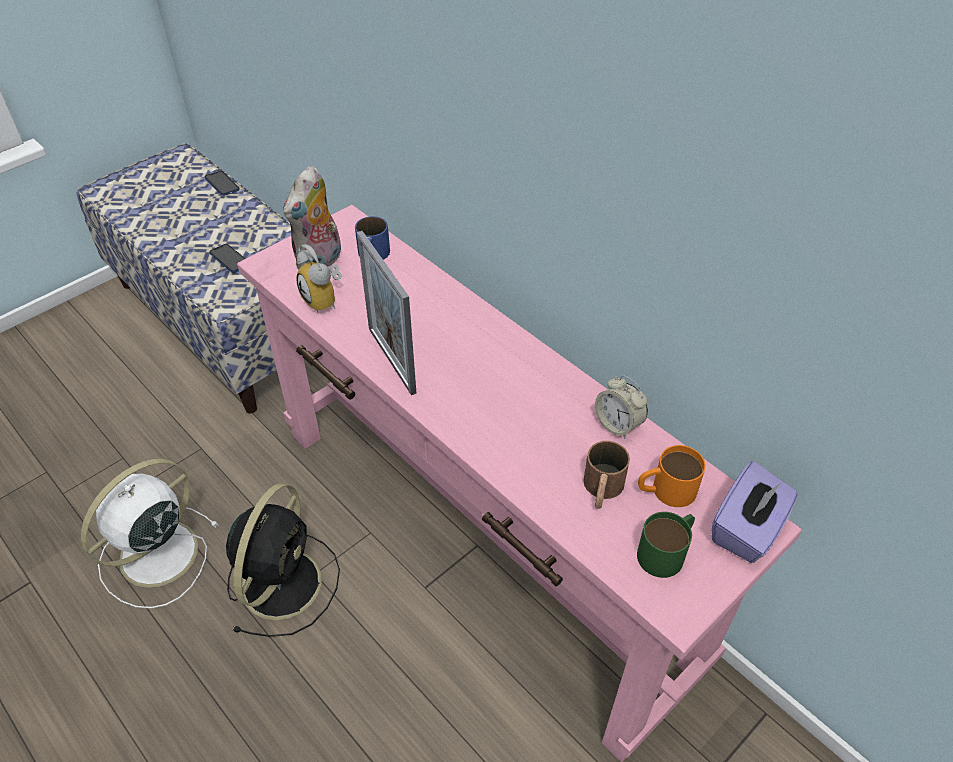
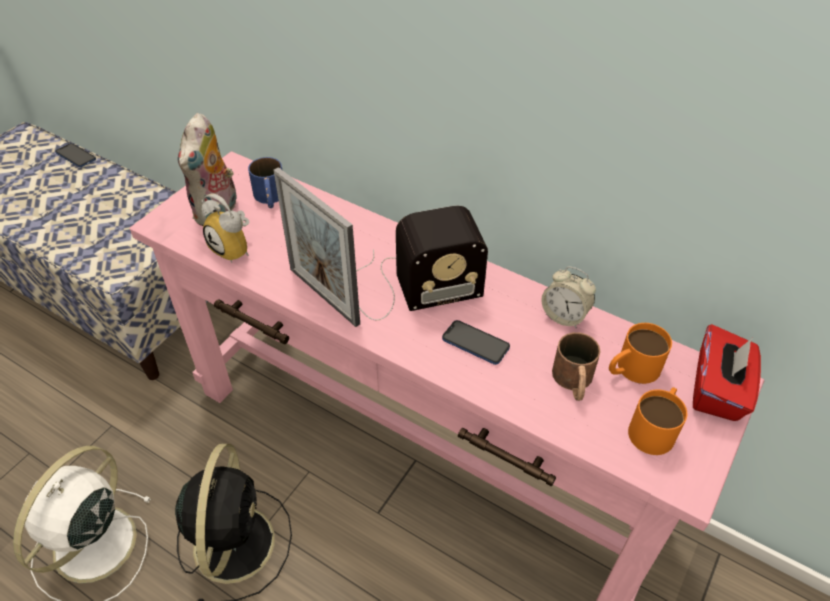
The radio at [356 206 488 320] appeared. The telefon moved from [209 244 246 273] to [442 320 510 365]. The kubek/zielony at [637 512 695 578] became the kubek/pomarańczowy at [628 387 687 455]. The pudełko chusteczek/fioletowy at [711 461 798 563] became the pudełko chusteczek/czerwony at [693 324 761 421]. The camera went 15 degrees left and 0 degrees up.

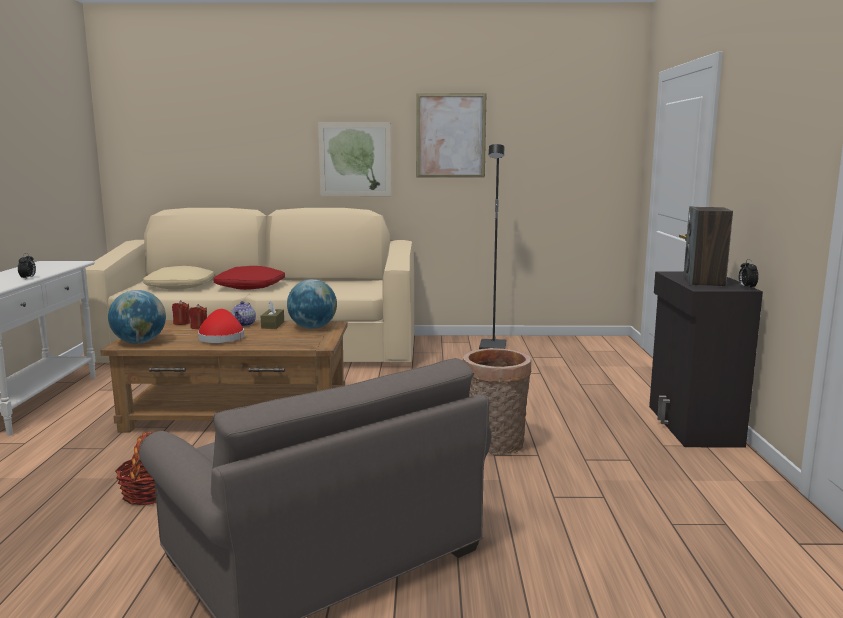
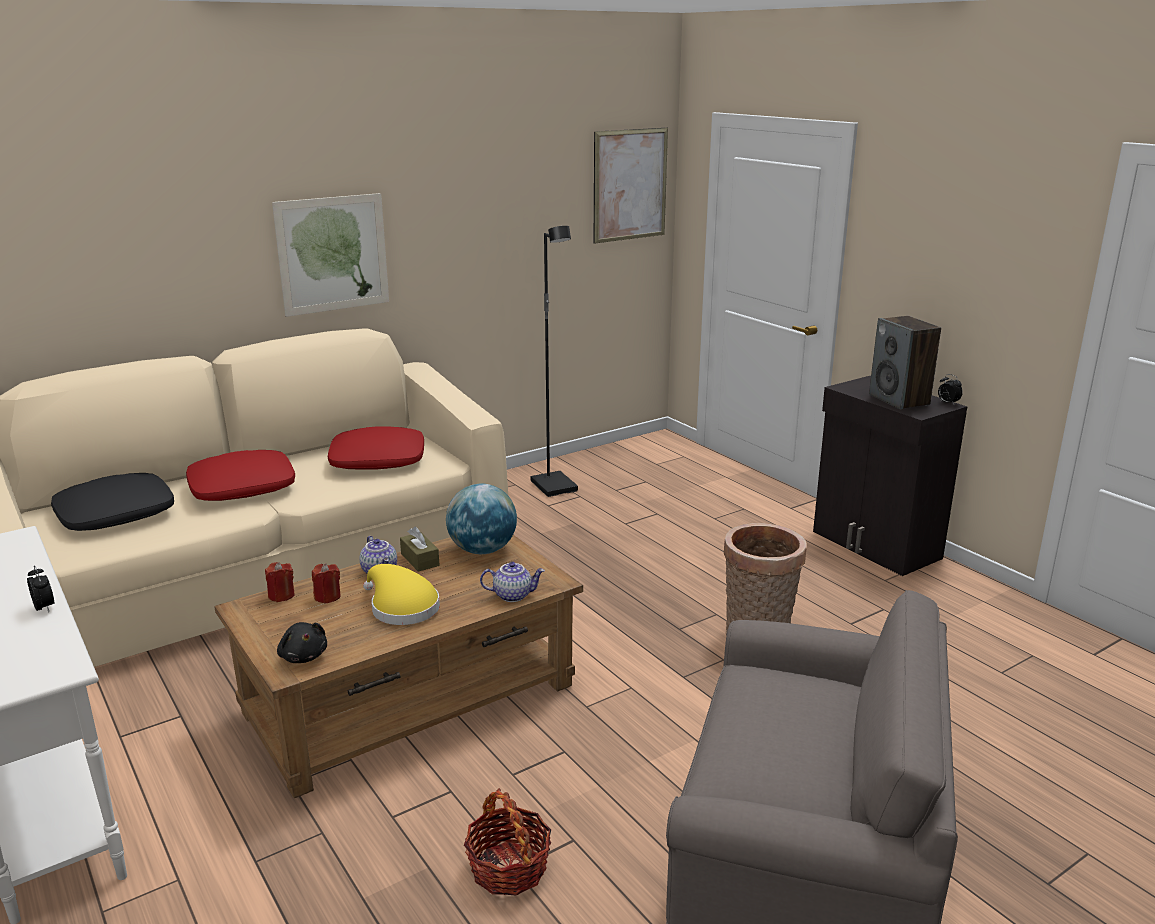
The poduszka/beżowy at [143 266 214 290] became the poduszka/czarny at [51 473 174 531]. The globus at [108 290 166 344] was replaced by the pluszak/czarny at [277 622 327 663]. The poduszka/czerwony at [328 426 424 470] appeared. The kapelusz/czerwony at [198 309 244 343] became the kapelusz/żółty at [363 564 440 625]. The imbryk at [480 562 545 602] appeared. The obraz moved from [416 93 486 178] to [594 128 668 244]. The camera went 35 degrees left and 10 degrees up.

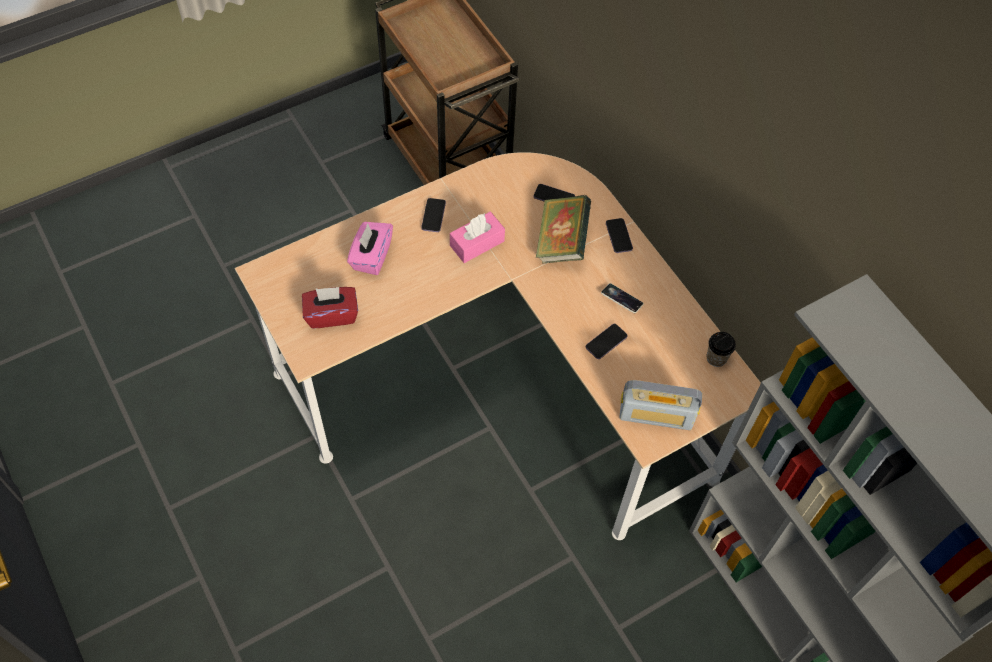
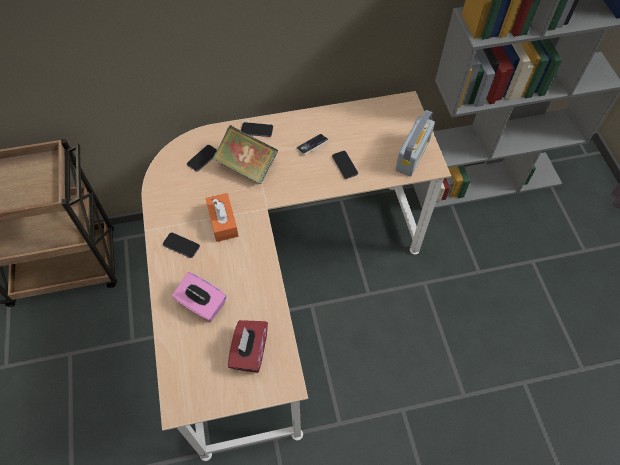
The pudełko chusteczek/różowy at [450 212 505 263] became the pudełko chusteczek/pomarańczowy at [206 193 238 242]. The filiżanka at [706 332 736 367] disappeared. The camera went 70 degrees left and 0 degrees up.

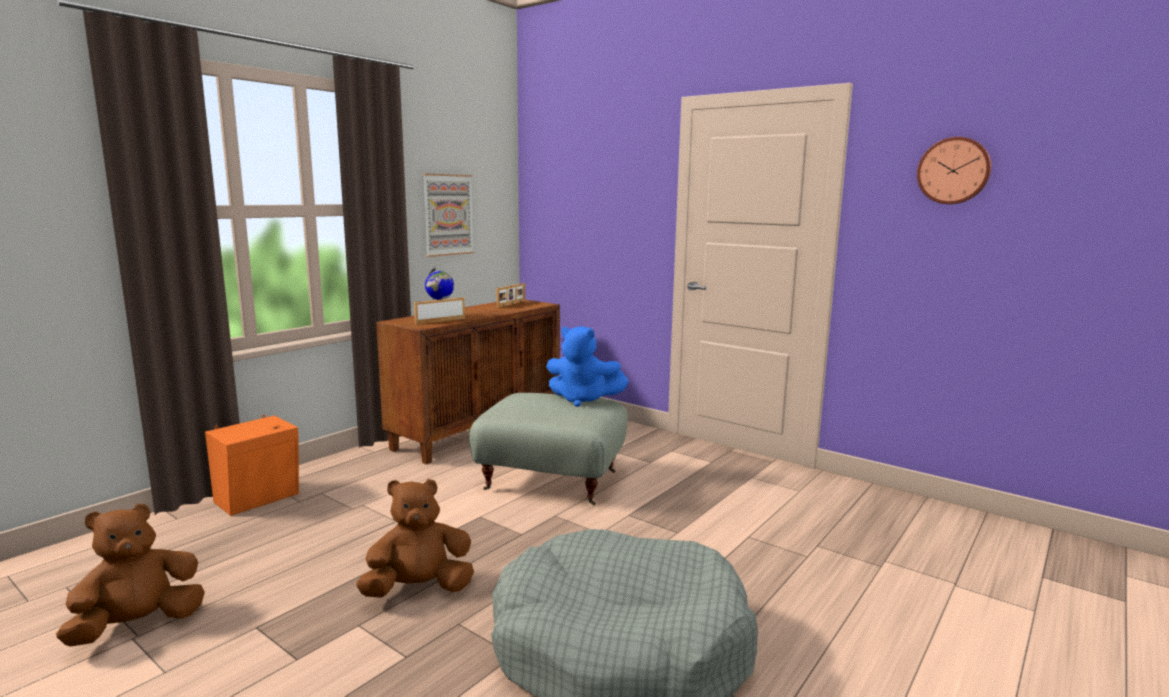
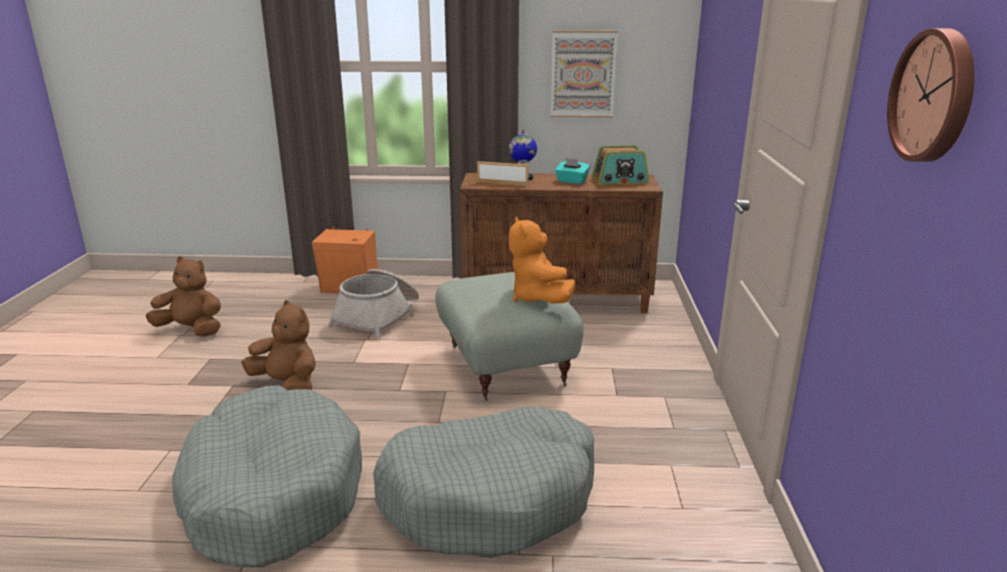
The koszyk at [328 269 419 339] appeared. The legowisko/szary at [373 407 594 558] appeared. The pluszak/niebieski at [546 326 629 407] became the pluszak/pomarańczowy at [509 217 575 304]. The pudełko chusteczek/turkusowy at [555 158 590 184] appeared. The ramka na zdjęcie at [496 283 525 308] was replaced by the radio at [592 145 649 185]. The camera went 55 degrees right and 10 degrees up.

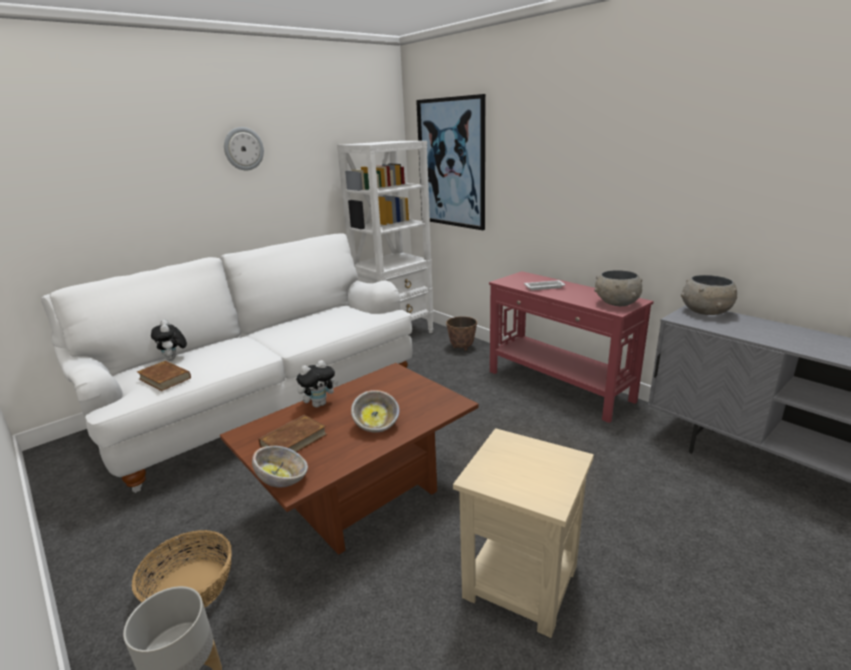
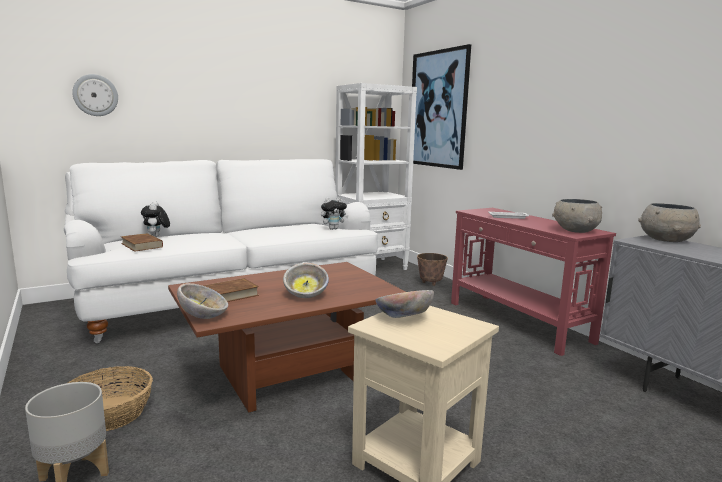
The zegar ścienny moved from [224 127 264 171] to [72 74 118 116]. The pluszak moved from [296 360 339 407] to [321 197 348 230]. The miska at [376 290 434 318] appeared. The camera went 10 degrees right and 10 degrees down.

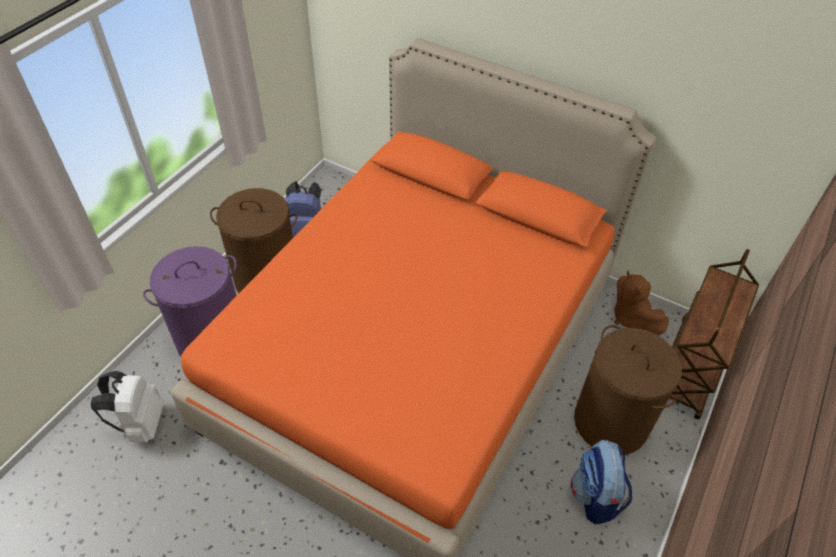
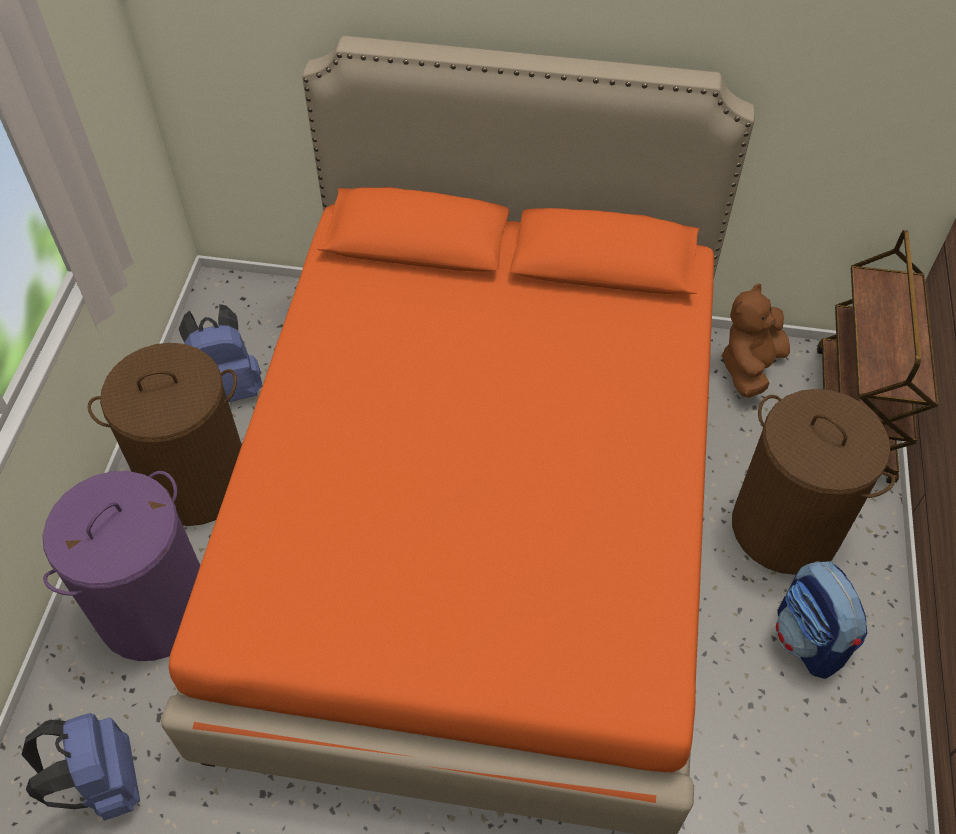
The plecak/biały at [90 371 164 442] became the plecak/niebieski at [22 713 140 821]. The pluszak/brązowy at [614 271 669 335] turned 75 degrees clockwise. The camera went 20 degrees left and 5 degrees up.

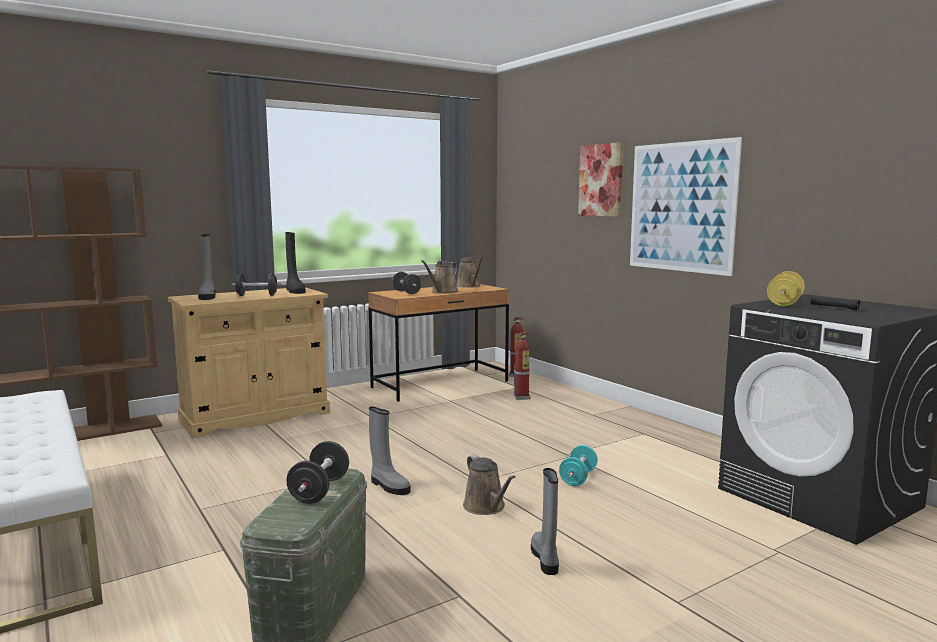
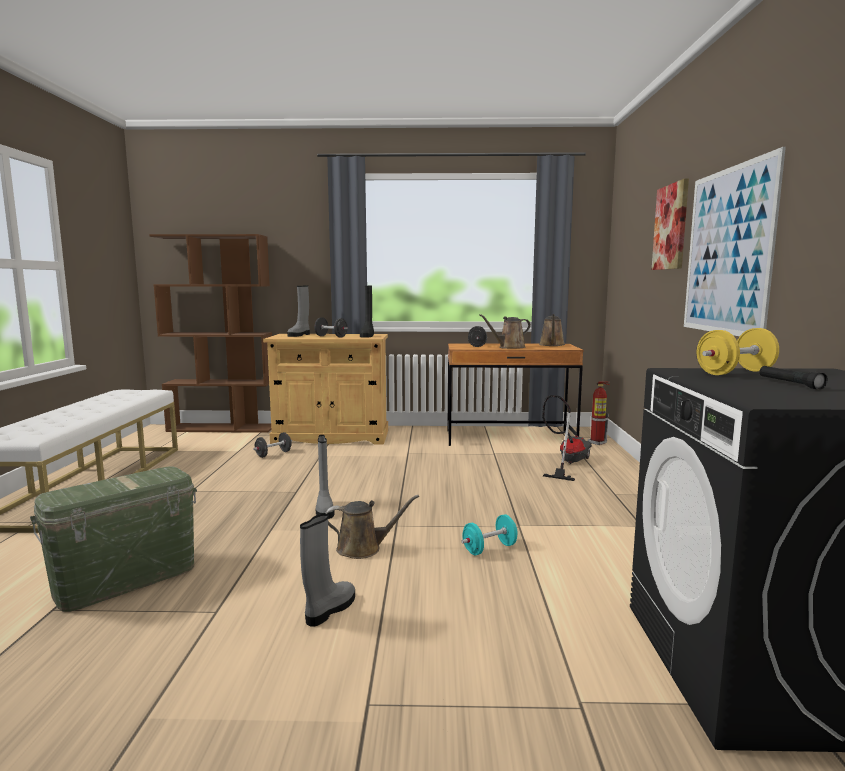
The hantel/czarny moved from [286 441 349 504] to [253 432 292 458]. The konewka/brązowy at [463 455 515 515] turned 105 degrees counterclockwise. The gaśnica at [513 331 531 400] was replaced by the odkurzacz at [542 395 592 481]. The camera went 35 degrees right and 0 degrees up.

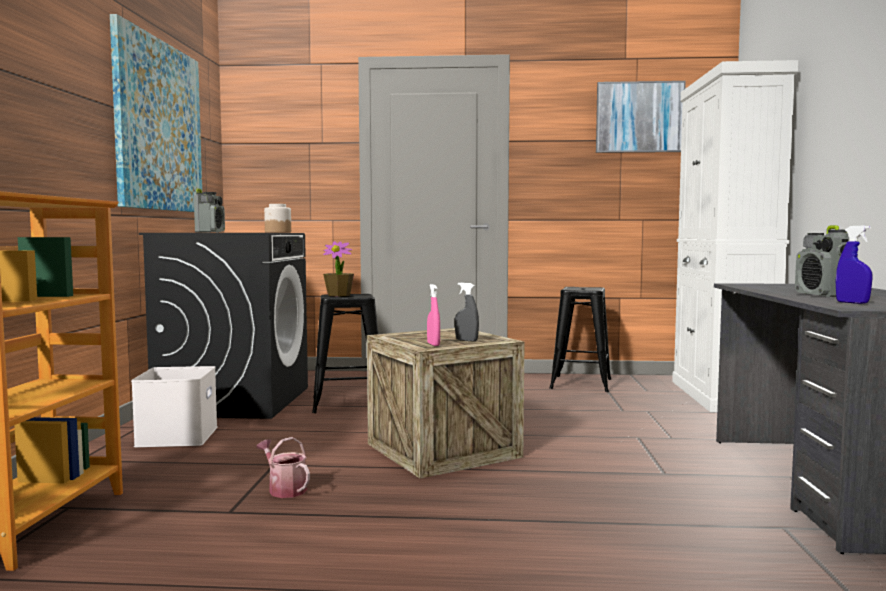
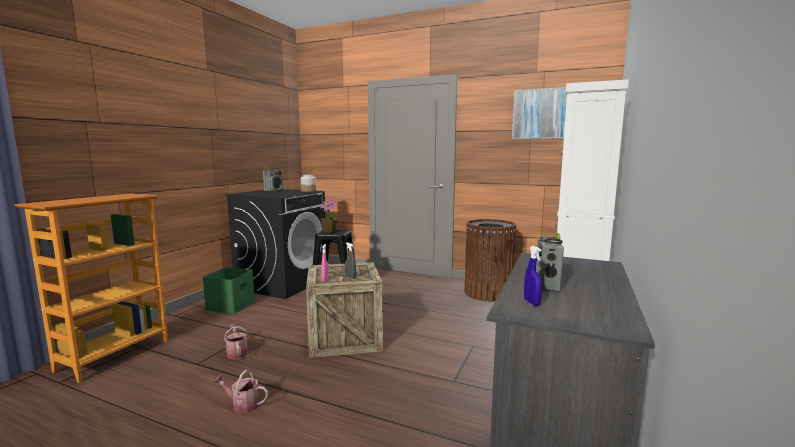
The pojemnik do przechowywania/biały at [131 366 217 447] became the pojemnik do przechowywania/zielony at [202 268 255 314]. The konewka at [213 370 268 414] appeared. The stołek/czarny at [550 287 611 392] was replaced by the kosz na śmieci/brązowy at [465 219 517 302]. The obraz at [110 14 202 212] disappeared. The camera went 20 degrees right and 5 degrees up.

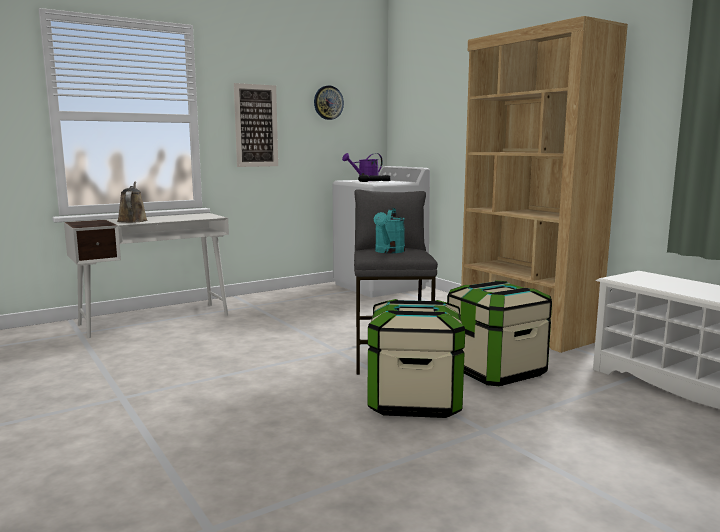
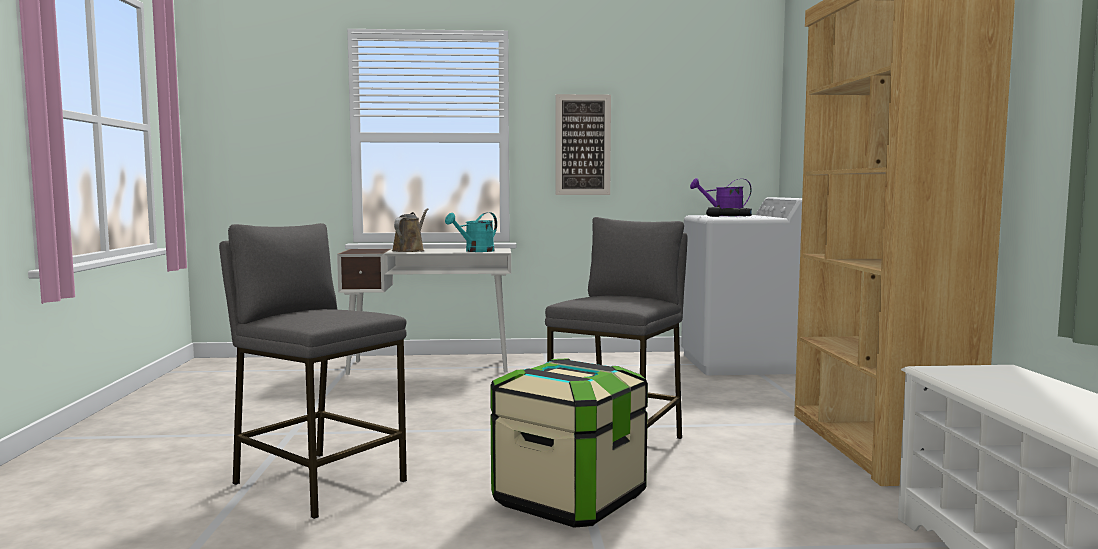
The stołek/szary at [219 223 407 519] appeared. The konewka/turkusowy moved from [374 208 405 253] to [445 212 497 252]. The zegar ścienny at [314 85 344 120] disappeared. The pojemnik do przechowywania at [447 281 552 387] disappeared. The camera went 30 degrees right and 5 degrees down.

